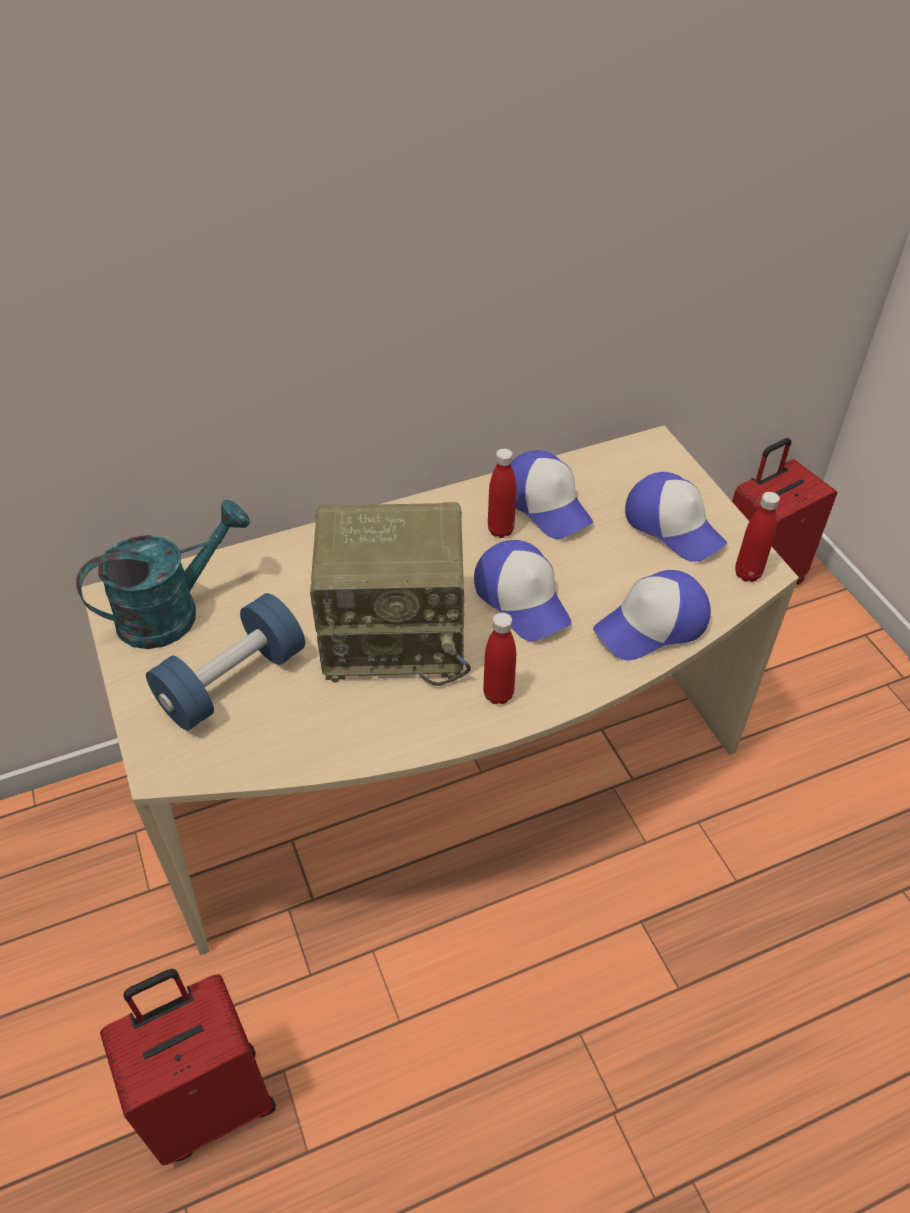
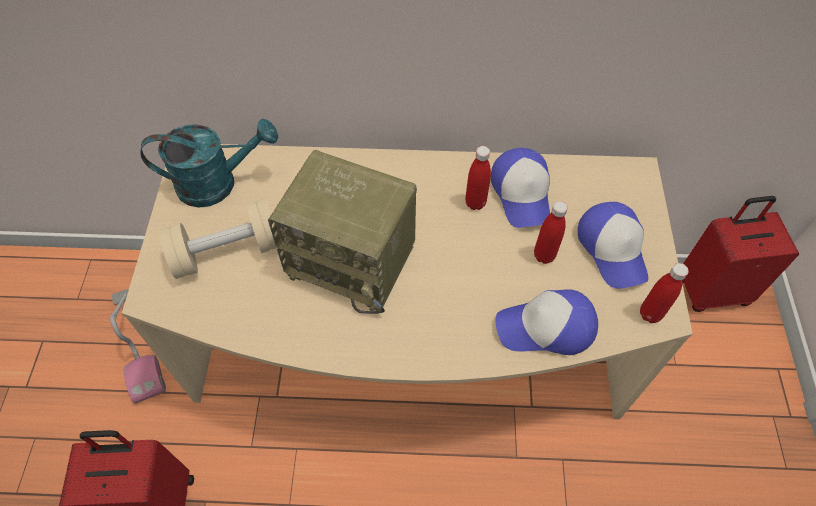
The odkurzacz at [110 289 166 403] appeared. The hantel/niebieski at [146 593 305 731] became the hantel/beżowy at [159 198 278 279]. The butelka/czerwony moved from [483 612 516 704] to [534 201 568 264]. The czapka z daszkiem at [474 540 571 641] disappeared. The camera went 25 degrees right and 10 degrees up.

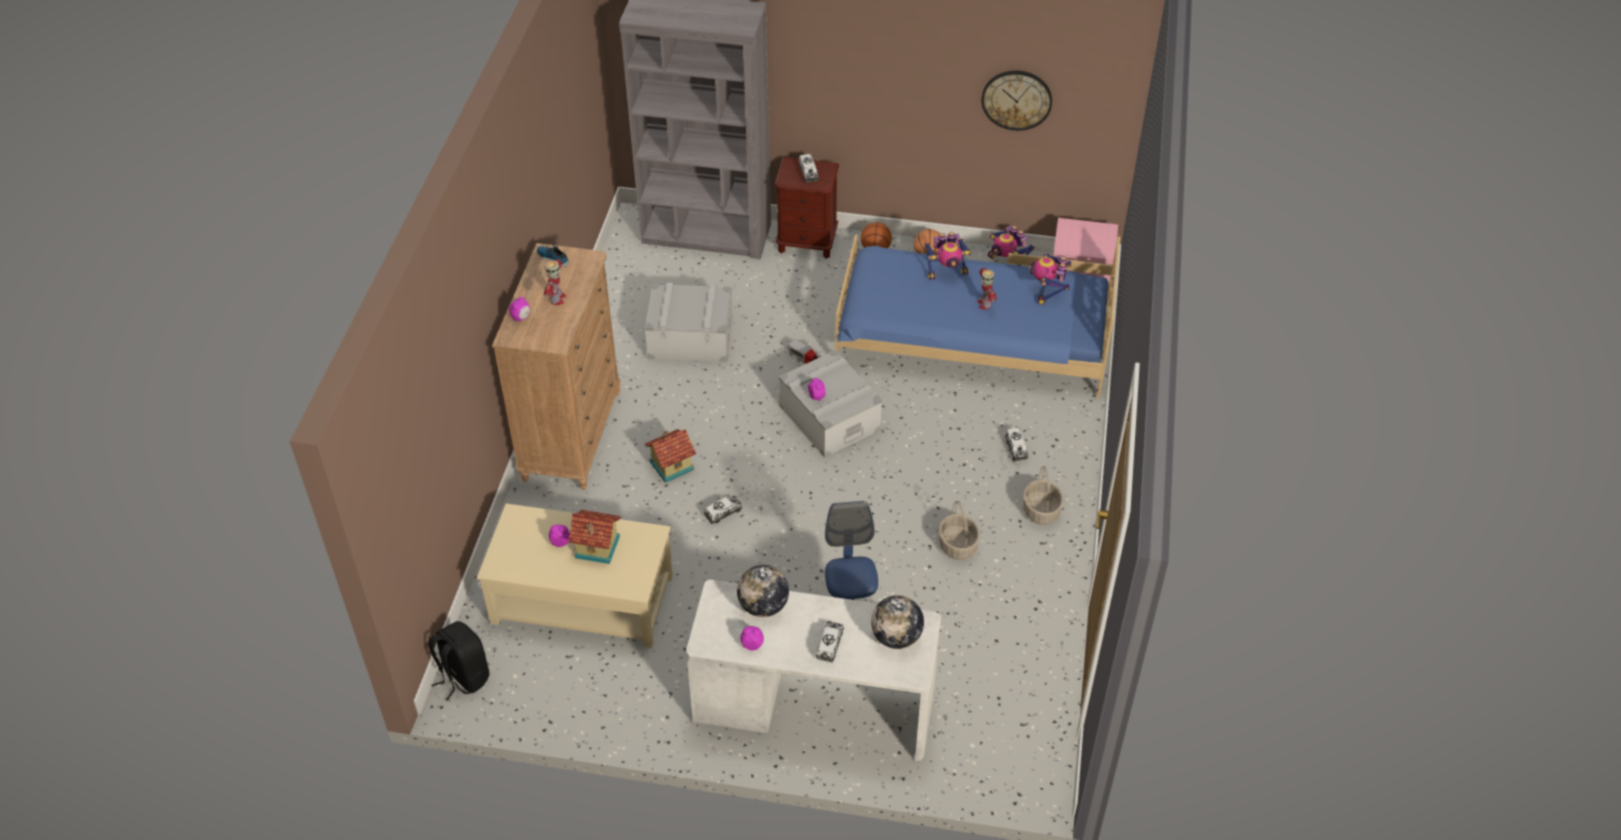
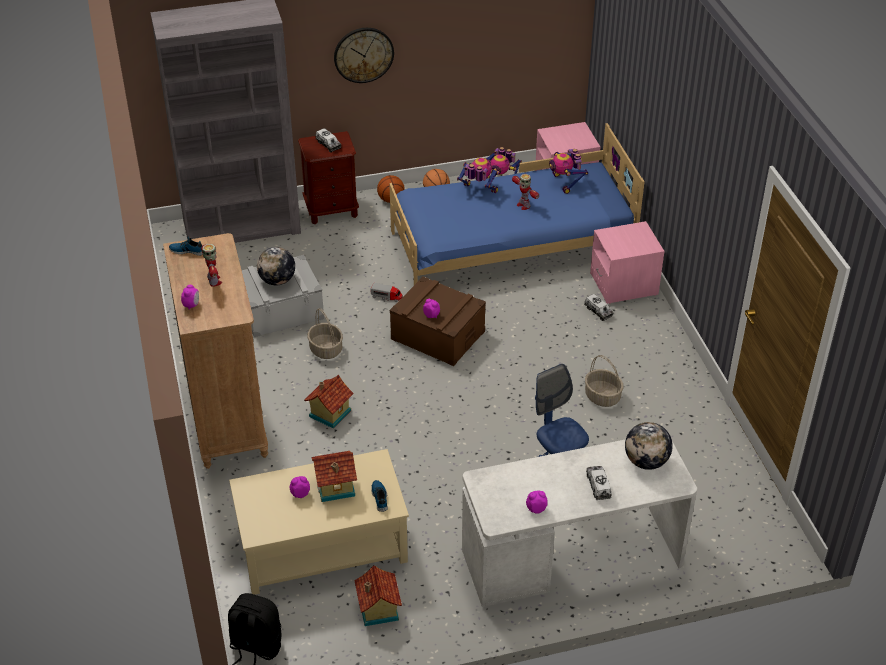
The globus moved from [737 565 789 617] to [257 247 295 285]. The koszyk moved from [1023 466 1064 525] to [307 308 343 359]. The zegar ścienny moved from [981 70 1052 131] to [334 28 394 83]. The domek at [354 565 402 626] appeared. The but at [371 480 388 512] appeared. The pojemnik do przechowywania/szary at [779 350 882 458] became the pojemnik do przechowywania/brązowy at [390 276 486 366]. The robot zabawkowy at [924 232 972 280] turned 120 degrees counterclockwise. The szafka nocna/różowy at [590 221 665 304] appeared. The ciężarówka zabawkowa at [704 496 743 524] disappeared. The camera went 25 degrees left and 5 degrees down.

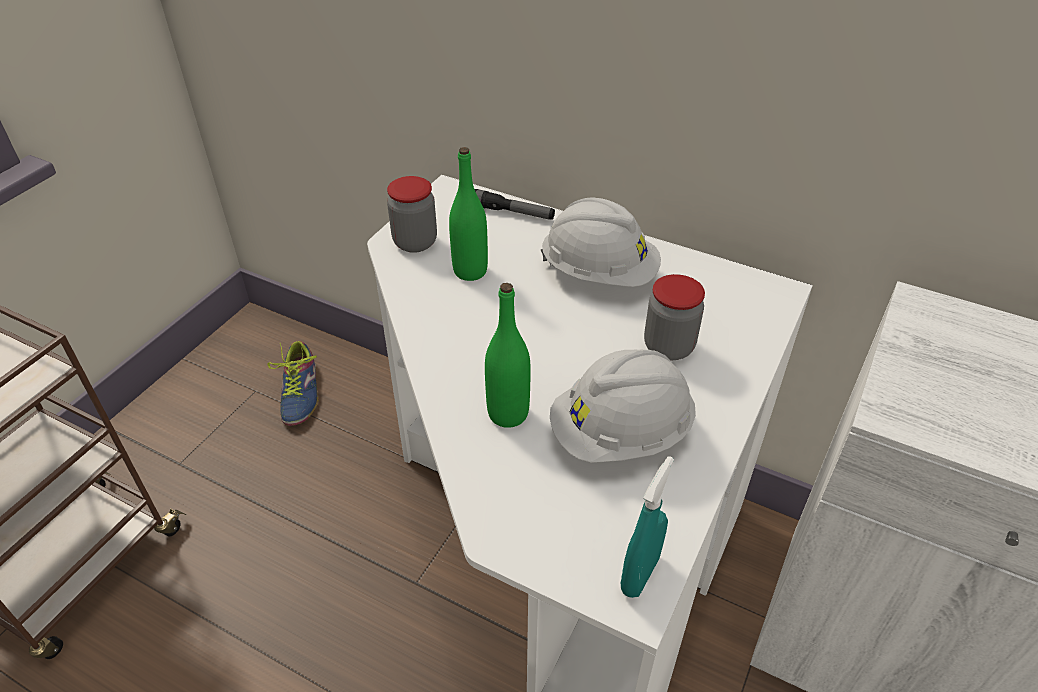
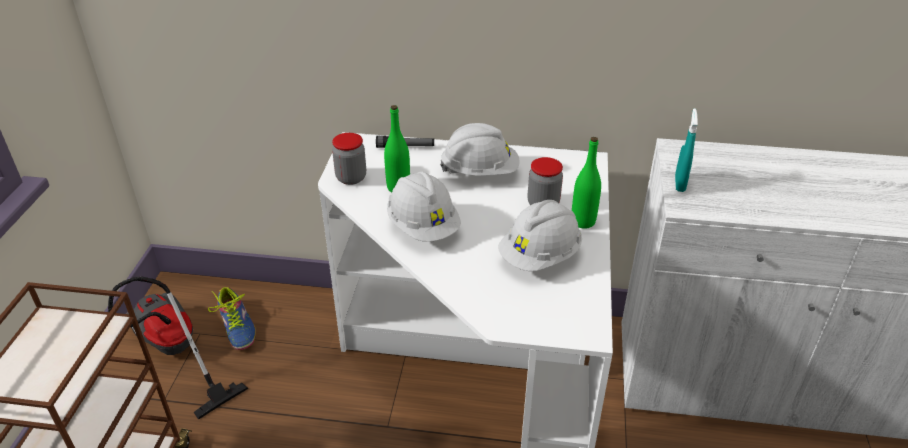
The odkurzacz at [108 276 249 420] appeared. The kask/biały at [387 171 461 242] appeared. The butelka/zielony moved from [485 283 531 428] to [572 137 601 229]. The spryskiwacz/turkusowy moved from [621 456 674 598] to [675 108 698 192]. The camera went 20 degrees left and 5 degrees down.

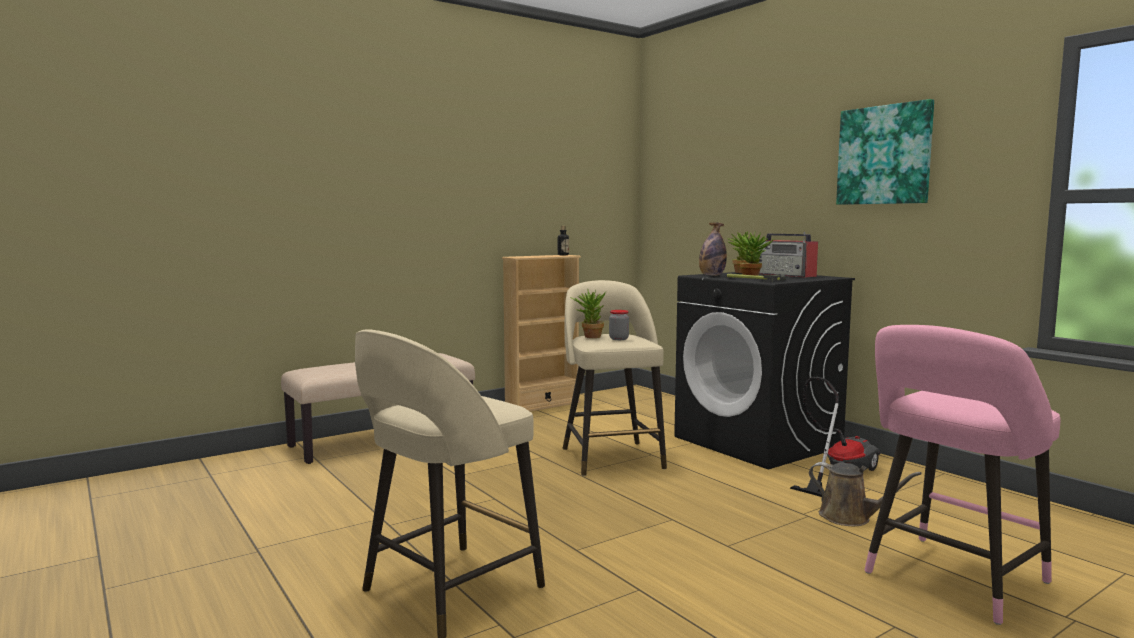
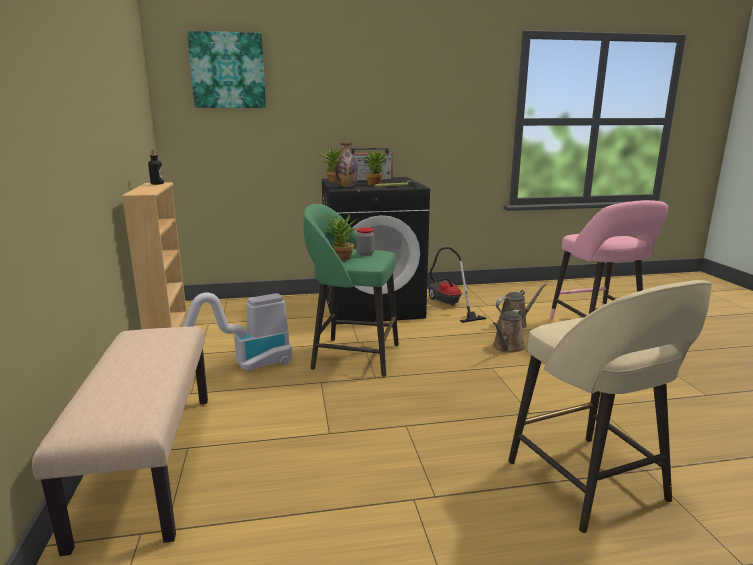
The odkurzacz at [183 292 292 372] appeared. The obraz moved from [836 99 934 205] to [187 31 266 108]. The stołek/beżowy at [563 280 667 476] became the stołek/zielony at [303 204 399 377]. The konewka/brązowy at [493 309 525 353] appeared. The camera went 65 degrees left and 10 degrees up.

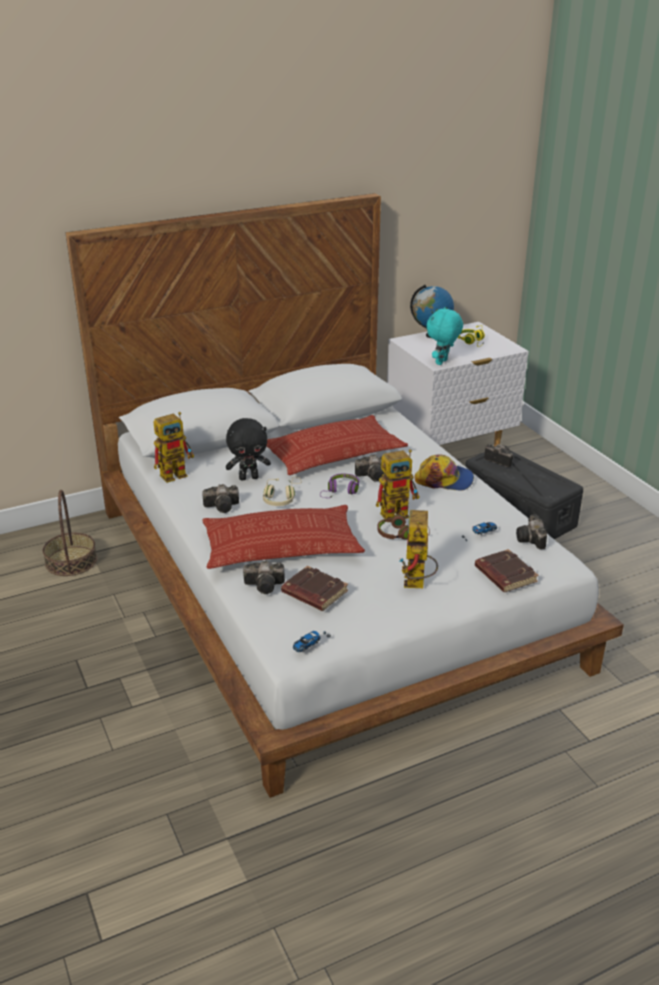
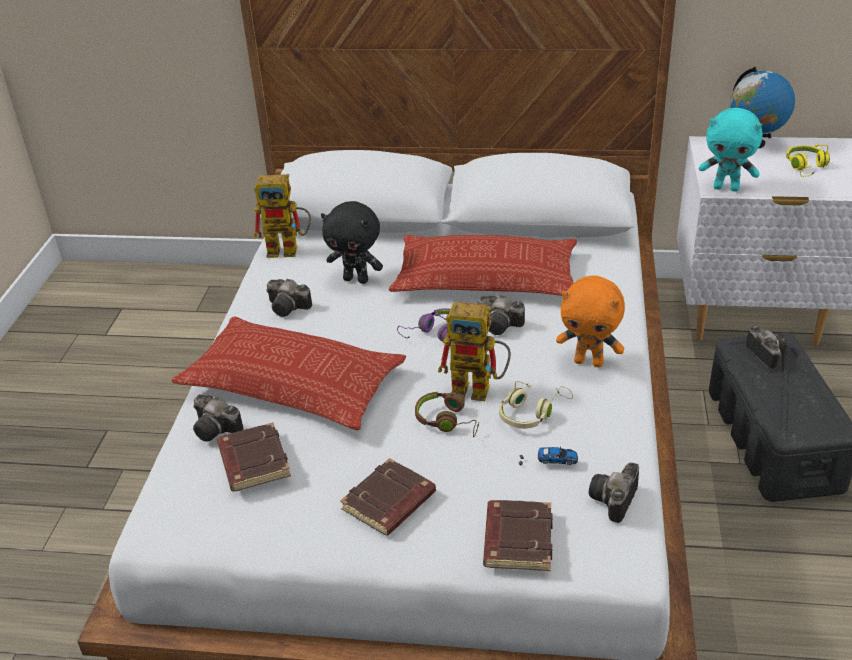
The robot zabawkowy at [399 510 438 588] was replaced by the książka/brązowy at [340 458 436 536]. The słuchawki/beżowy moved from [263 477 302 506] to [499 381 573 429]. The czapka z daszkiem at [414 454 474 491] was replaced by the pluszak/pomarańczowy at [556 276 625 368]. The pluszak/turkusowy at [427 307 463 365] turned 135 degrees counterclockwise. The koszyk at [43 490 97 576] disappeared. The samochodzik at [293 631 331 652] disappeared. The camera went 35 degrees right and 5 degrees up.

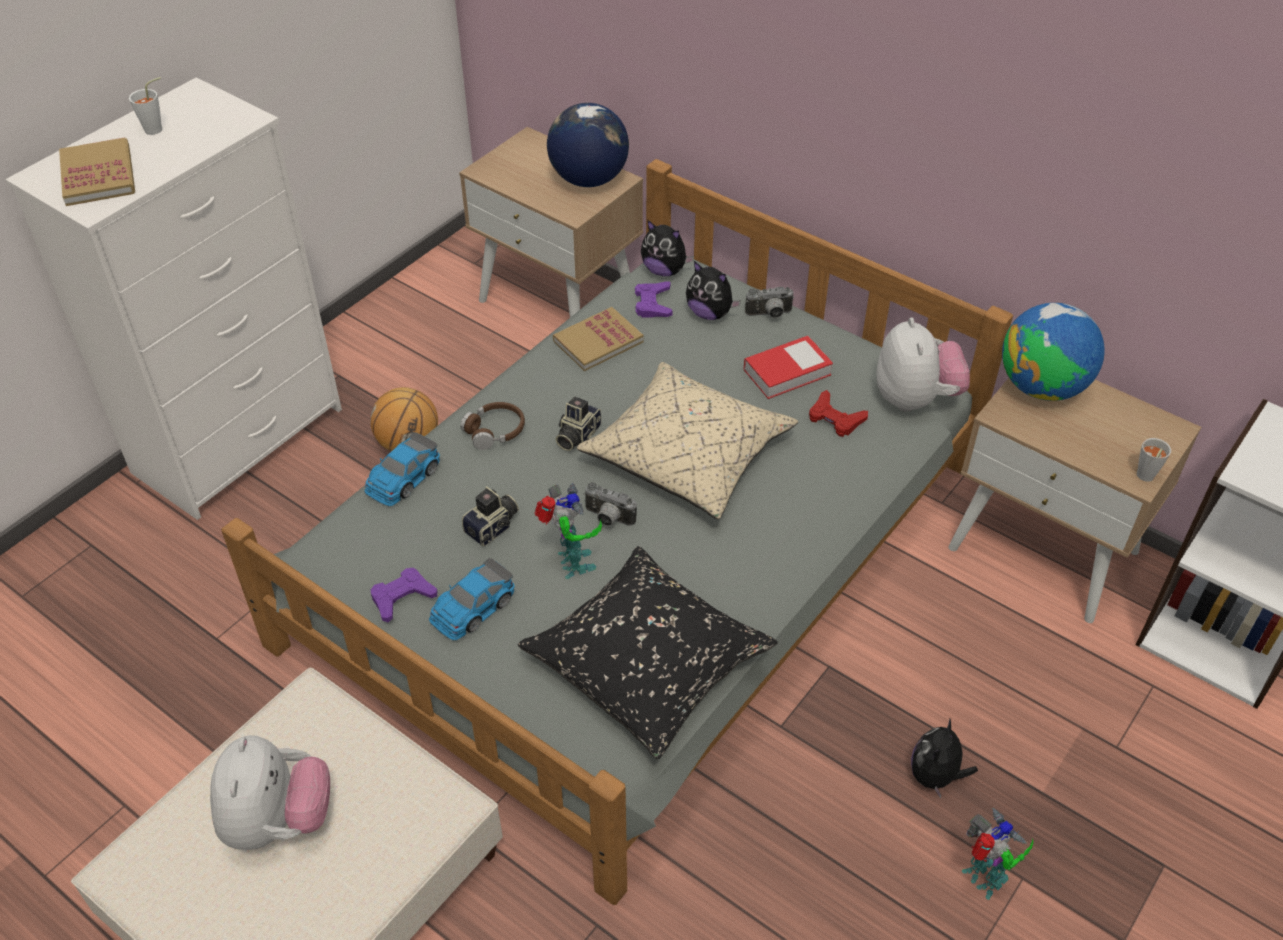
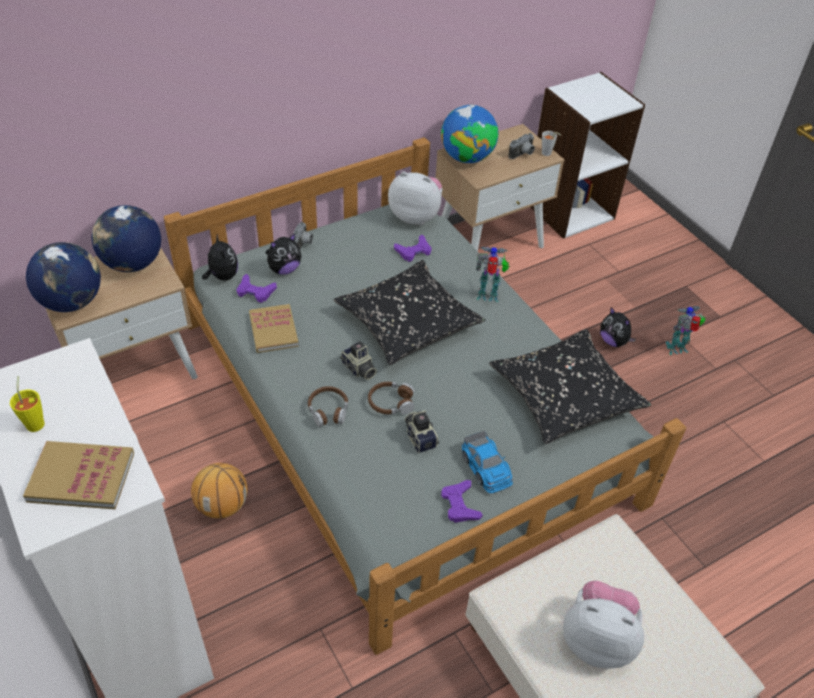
The filiżanka/biały at [129 77 162 135] became the filiżanka/żółty at [10 376 45 432]. The globus at [26 242 101 312] appeared. The pluszak at [641 220 694 276] turned 75 degrees counterclockwise. The poduszka/beżowy at [577 362 798 520] became the poduszka/czarny at [334 260 485 365]. The słuchawki/brązowy at [368 382 414 414] appeared. The pad do gier/czerwony at [809 390 868 437] became the pad do gier/fioletowy at [394 234 431 262]. The robot zabawkowy moved from [534 483 602 579] to [476 247 510 302]. The aparat fotograficzny moved from [583 482 637 526] to [508 133 535 159]. The samochodzik at [364 432 440 506] disappeared. The książka at [744 336 833 399] disappeared. The camera went 70 degrees left and 0 degrees up.

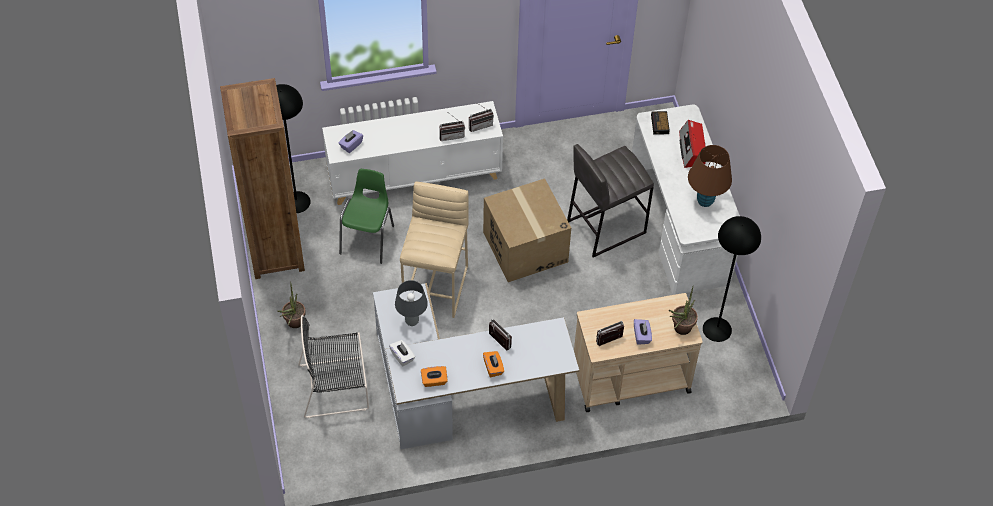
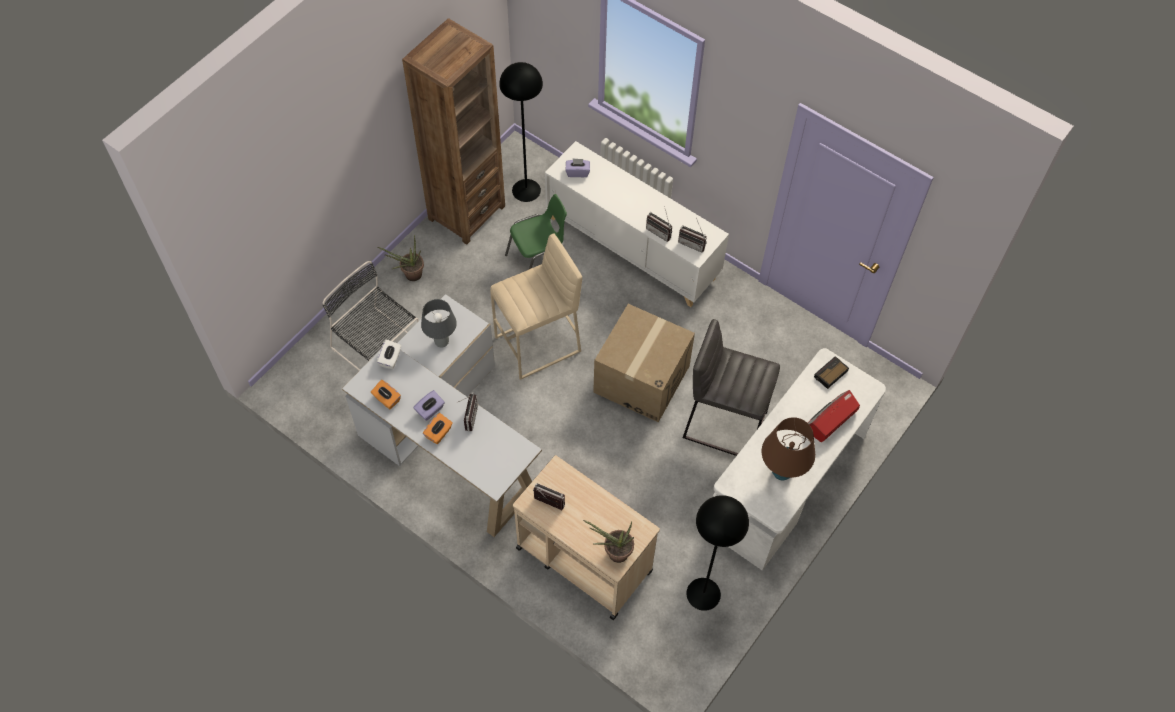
The pudełko chusteczek/fioletowy moved from [634 319 652 345] to [413 390 445 421]. The camera went 50 degrees right and 5 degrees up.

